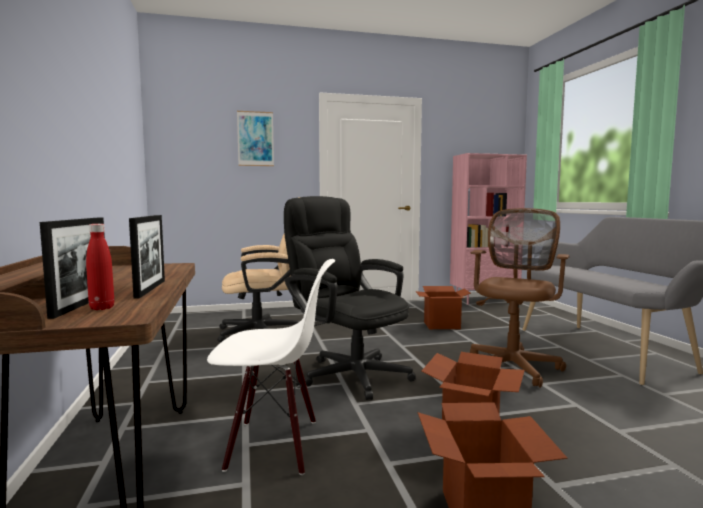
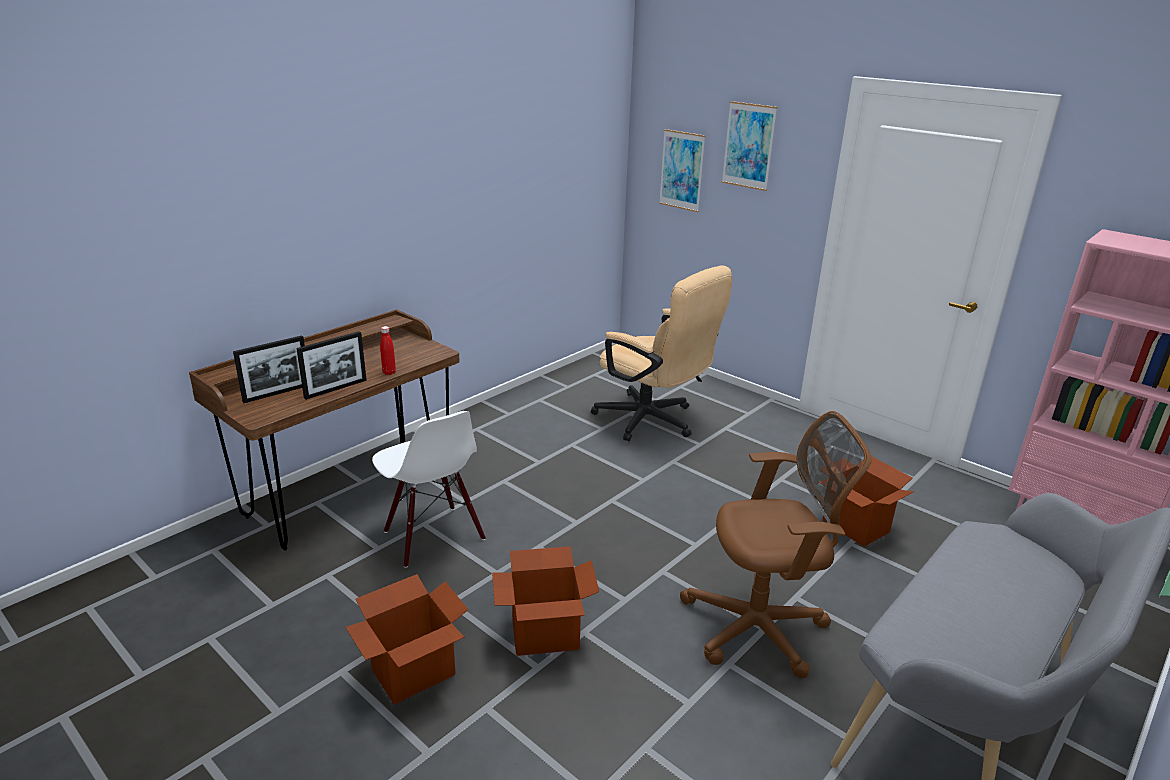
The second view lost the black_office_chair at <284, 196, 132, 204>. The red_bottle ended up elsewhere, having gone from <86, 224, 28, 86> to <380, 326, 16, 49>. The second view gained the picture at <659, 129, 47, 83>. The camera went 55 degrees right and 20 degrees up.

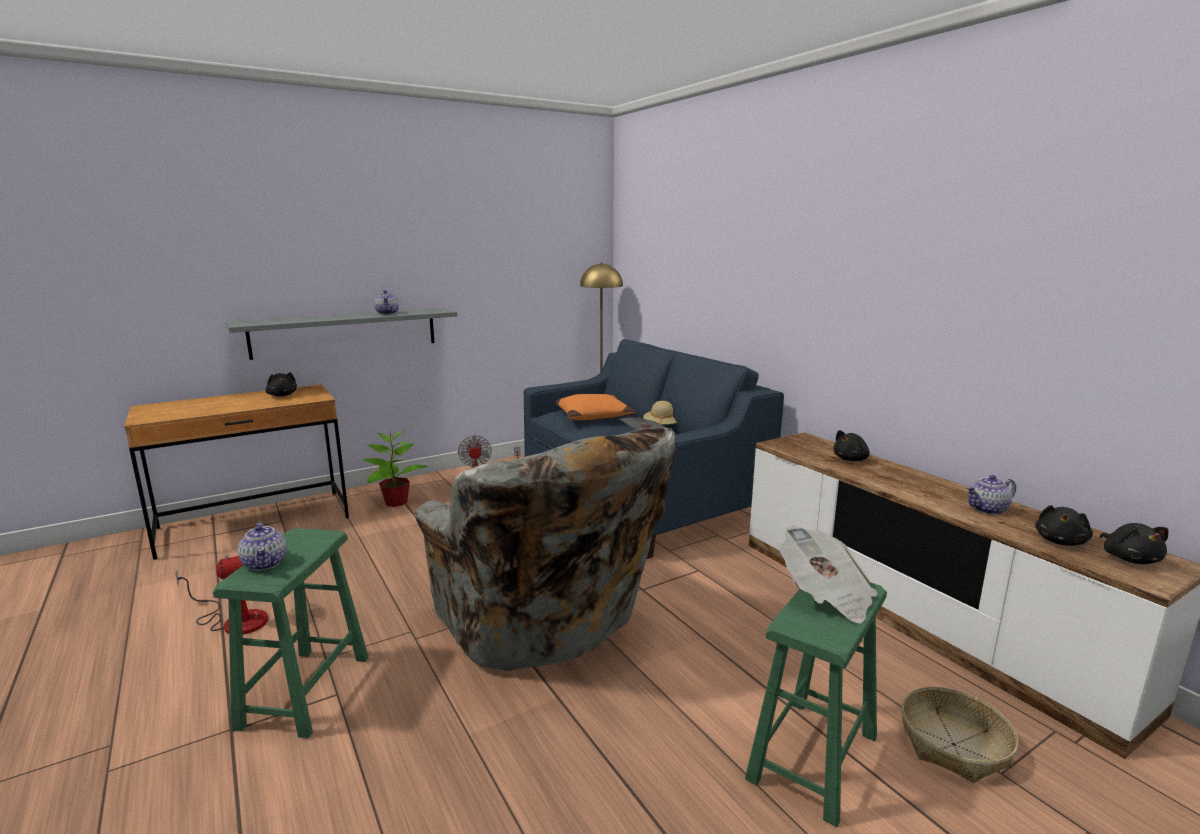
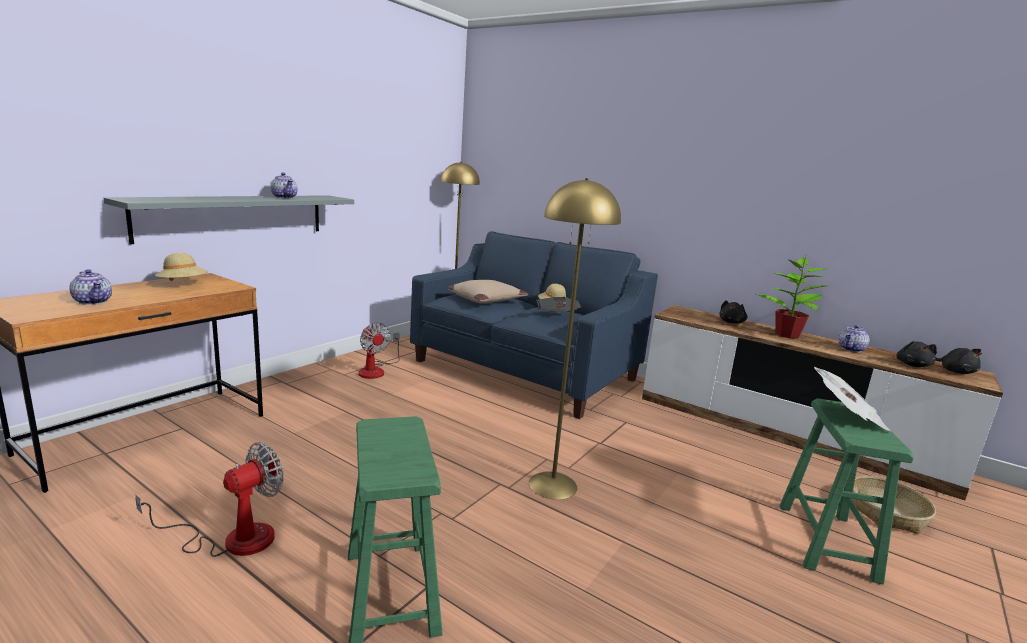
Where the black_plush_toy stood at <265, 372, 32, 25>, the beige_hat came to stand at <155, 253, 53, 28>. What was the orange_pillow at <556, 394, 80, 26> turned into the beige_pillow at <447, 280, 81, 24>. Where the grey_armchair stood at <414, 427, 262, 244>, the yellow_floor_lamp came to stand at <529, 178, 92, 322>. The potted_plant ended up elsewhere, having gone from <363, 431, 65, 76> to <756, 258, 71, 81>. The teapot ended up elsewhere, having gone from <238, 522, 49, 49> to <69, 269, 43, 36>. The camera went 25 degrees left and 0 degrees up.

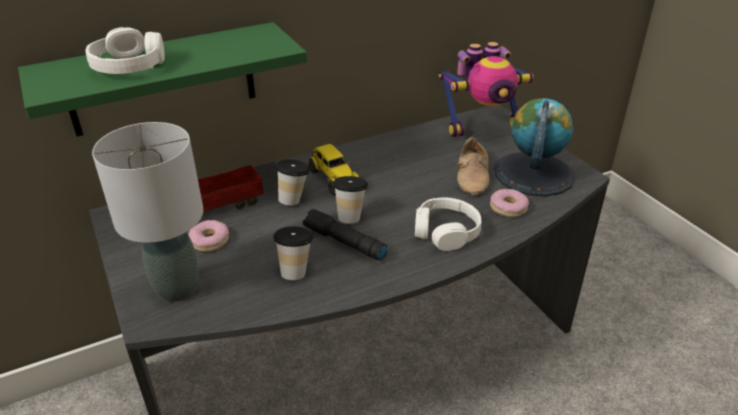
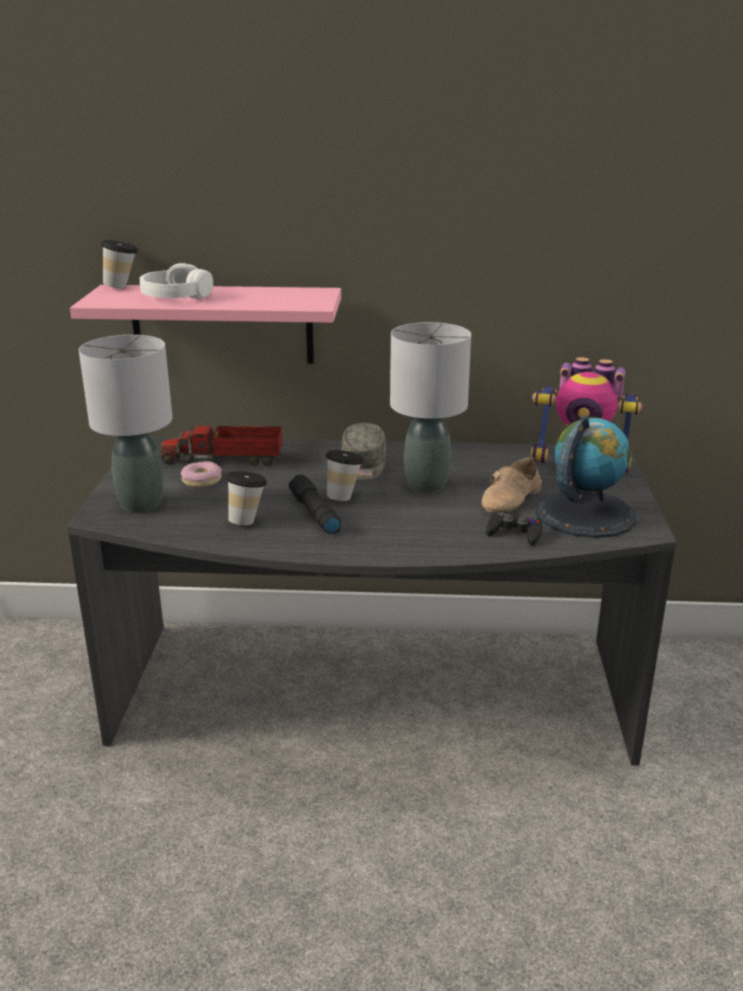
What was the green_shelf at <18, 22, 289, 115> turned into the pink_shelf at <70, 285, 271, 79>. Where the toy_truck stood at <309, 144, 50, 52>, the grey_cap came to stand at <342, 423, 44, 58>. The cup ended up elsewhere, having gone from <276, 159, 34, 46> to <101, 240, 37, 48>. Where the donut stood at <490, 189, 39, 28>, the black_game_controller came to stand at <486, 510, 56, 36>. The second view lost the white_headphones at <415, 198, 66, 53>. The second view gained the grey_table_lamp at <390, 322, 81, 171>. The camera went 30 degrees right and 10 degrees down.

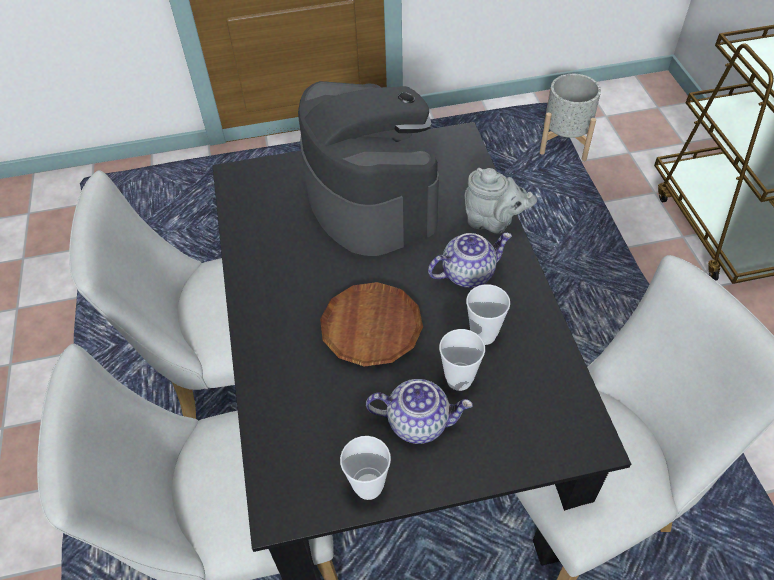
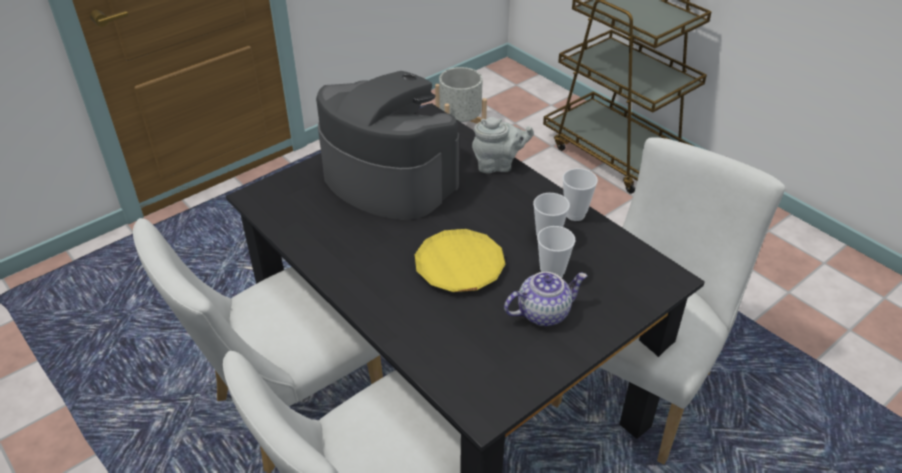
The second view lost the teapot at <428, 233, 84, 55>. What was the brown_plate at <320, 282, 103, 85> turned into the yellow_plate at <415, 229, 90, 63>. The cup ended up elsewhere, having gone from <340, 436, 51, 64> to <562, 168, 36, 53>. The camera went 30 degrees left and 10 degrees down.

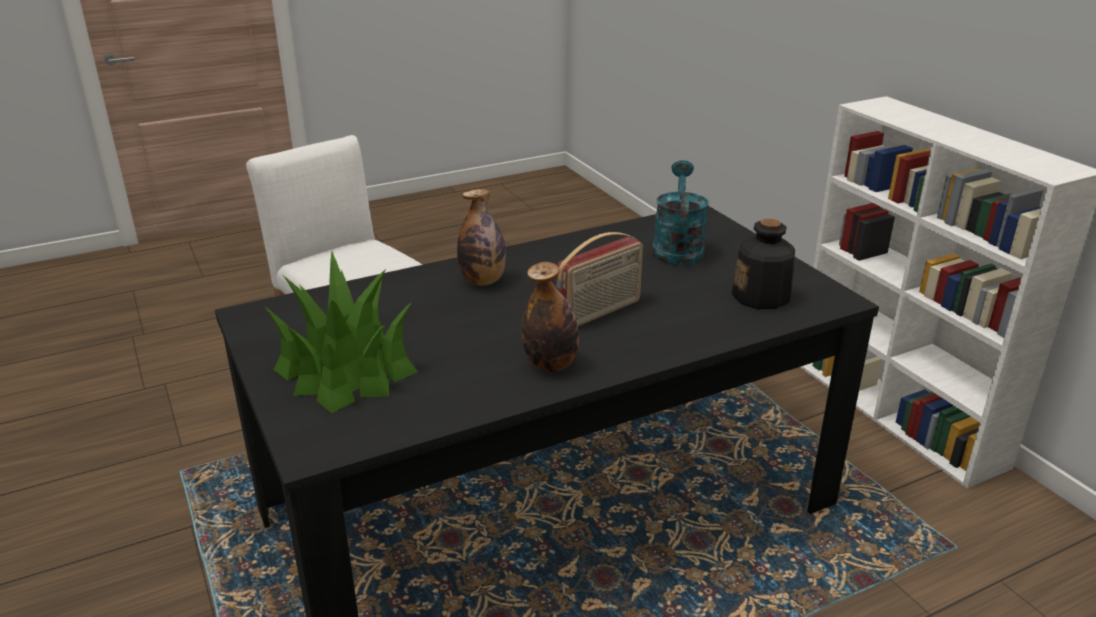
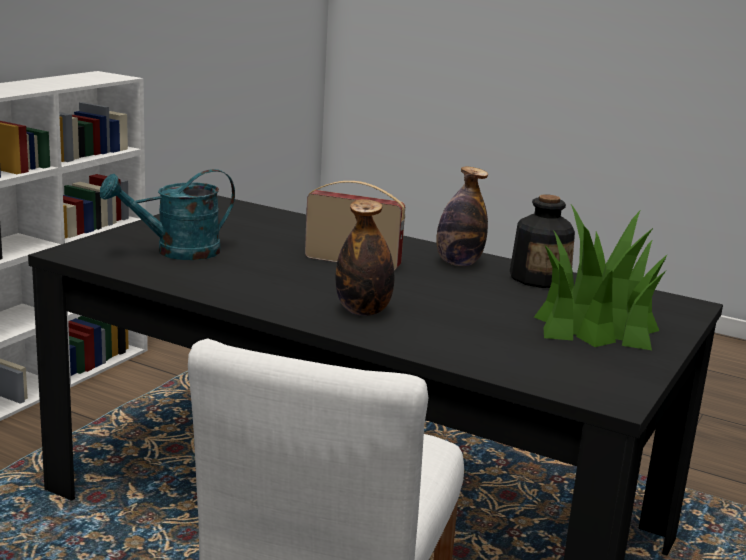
The bottle ended up elsewhere, having gone from <732, 218, 63, 91> to <510, 194, 65, 94>. The camera went 125 degrees left and 10 degrees down.

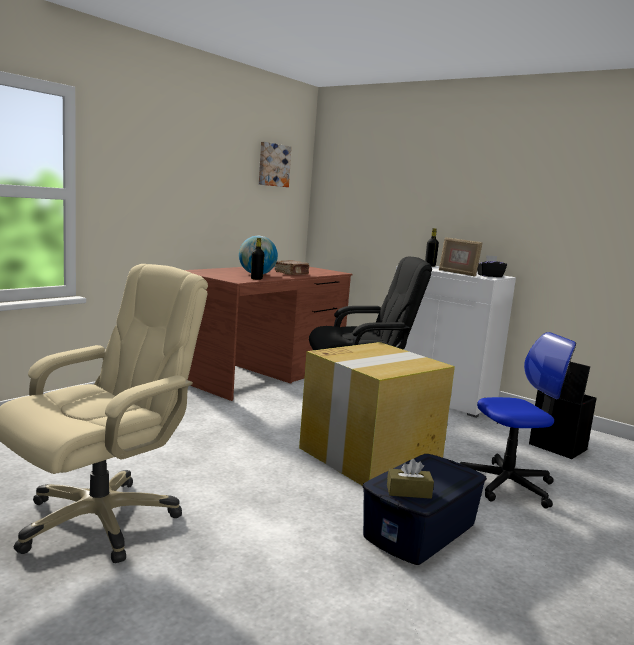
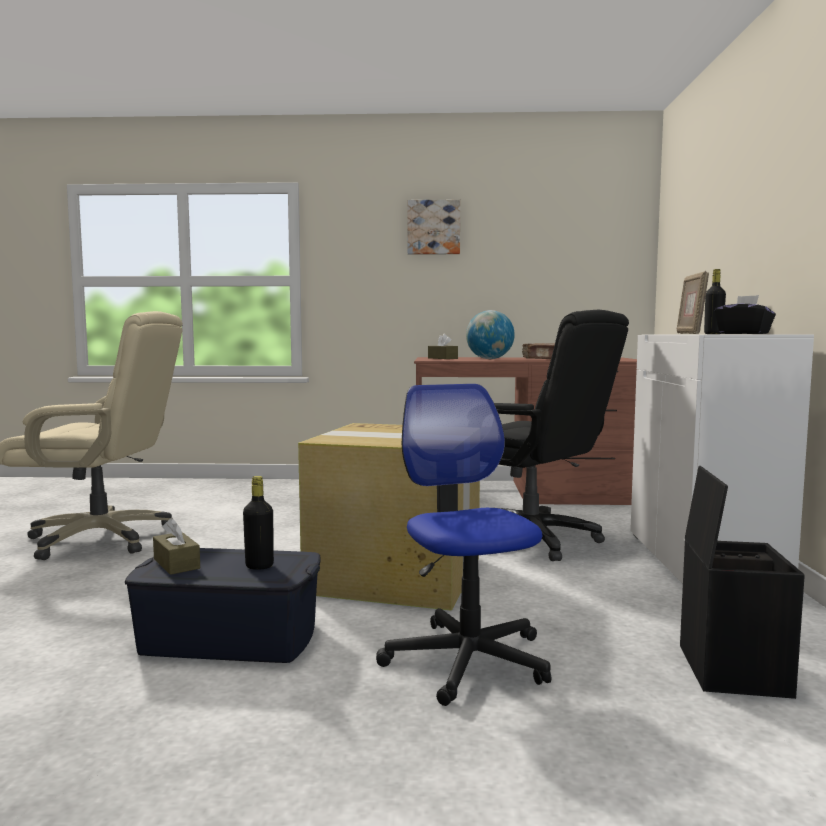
The picture ended up elsewhere, having gone from <259, 142, 33, 45> to <407, 200, 53, 55>. The black_bottle ended up elsewhere, having gone from <251, 238, 14, 42> to <243, 476, 31, 94>. The office_chair at <460, 332, 116, 177> ended up facing another way, 150 degrees counterclockwise from before. The second view gained the brown_tissue_box at <428, 334, 30, 25>. The camera went 55 degrees right and 5 degrees down.

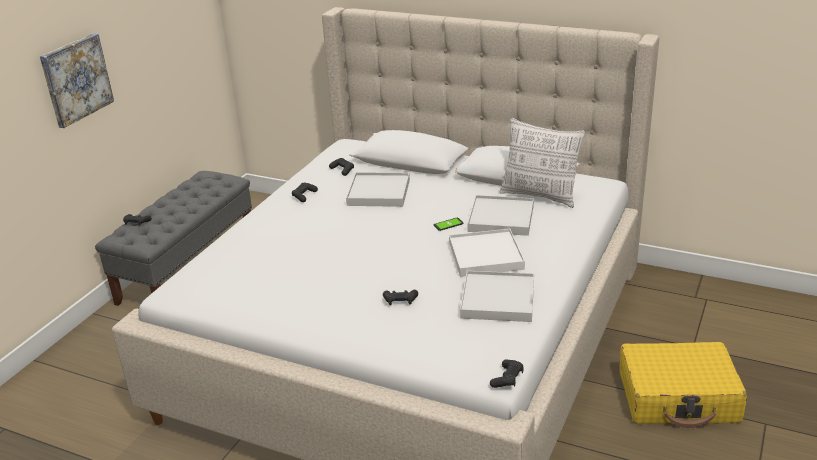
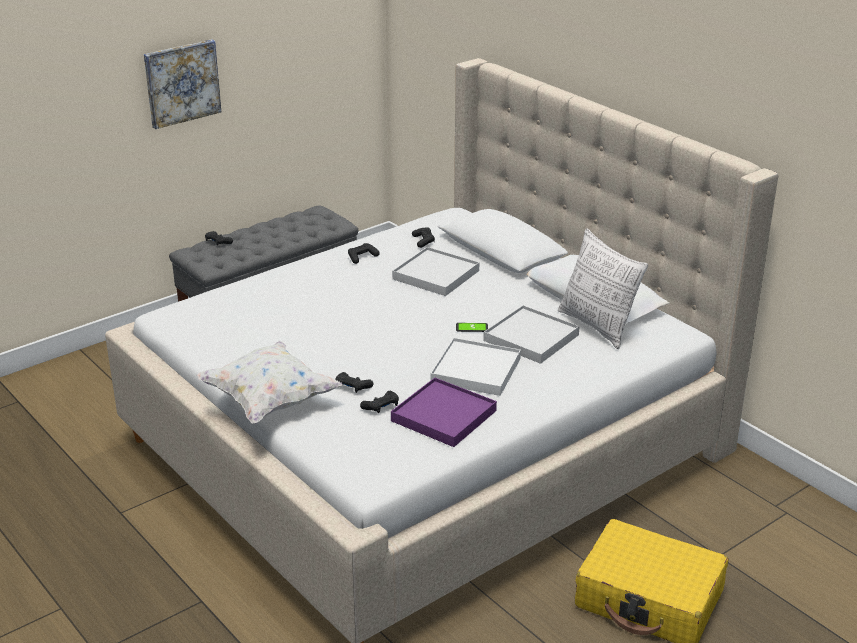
What was the white_tray at <460, 271, 74, 51> turned into the purple_tray at <391, 378, 106, 69>. The black_game_controller ended up elsewhere, having gone from <490, 360, 34, 28> to <360, 391, 39, 22>. The second view gained the white_pillow at <197, 341, 146, 84>. The camera went 25 degrees right and 0 degrees up.

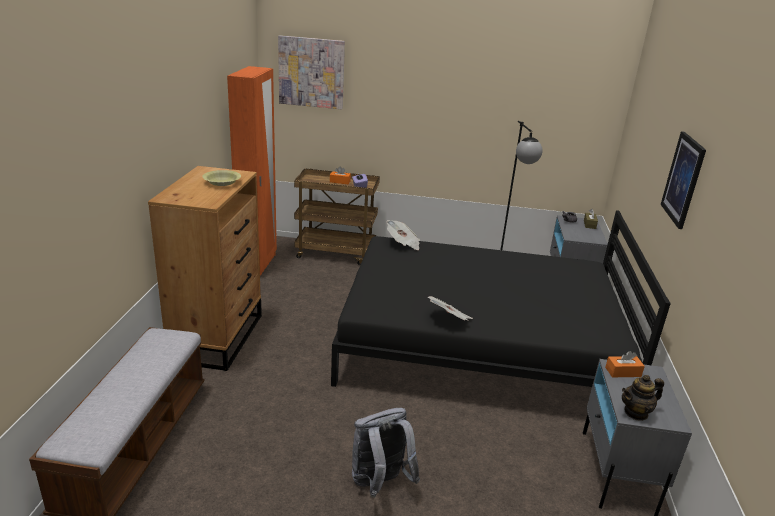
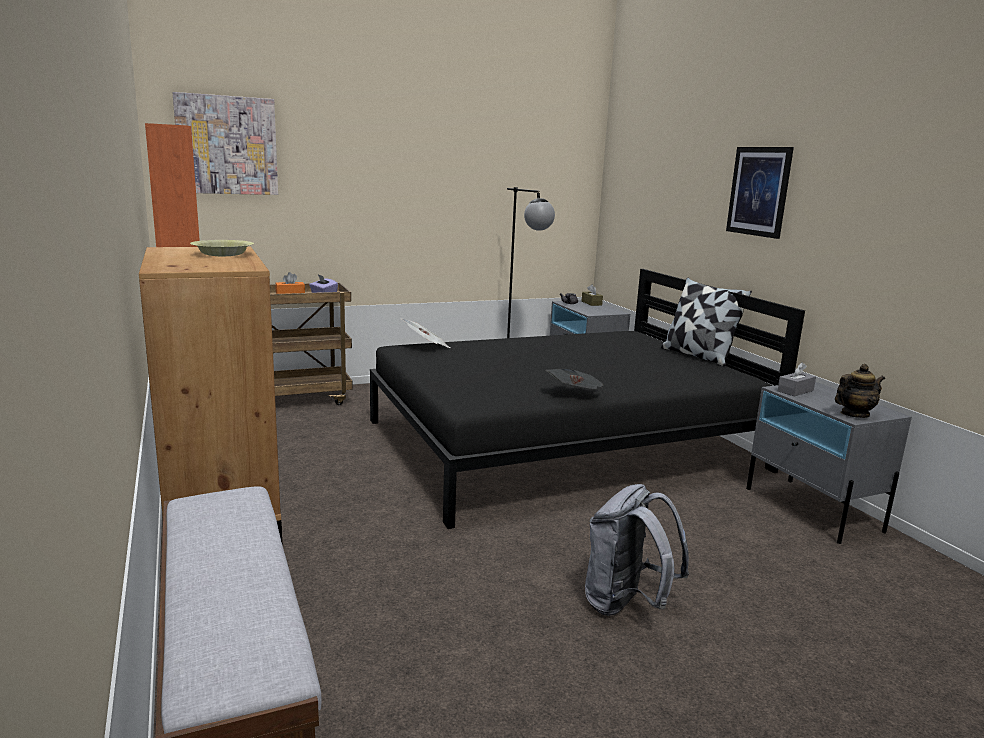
What was the orange_tissue_box at <605, 351, 40, 26> turned into the grey_tissue_box at <778, 362, 38, 35>. The teapot at <622, 375, 42, 46> ended up facing another way, 150 degrees counterclockwise from before. The second view gained the pillow at <661, 278, 91, 88>. The camera went 30 degrees left and 10 degrees down.

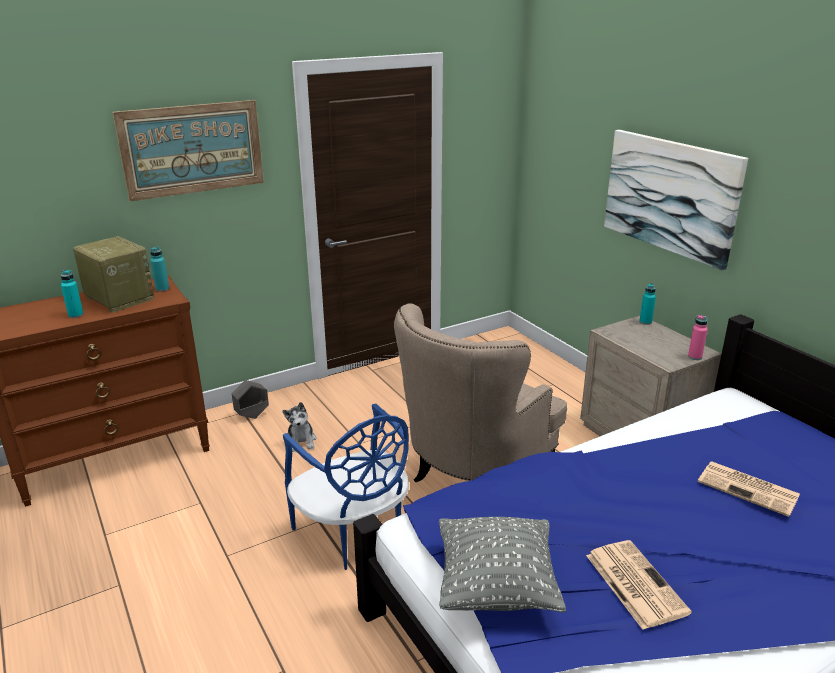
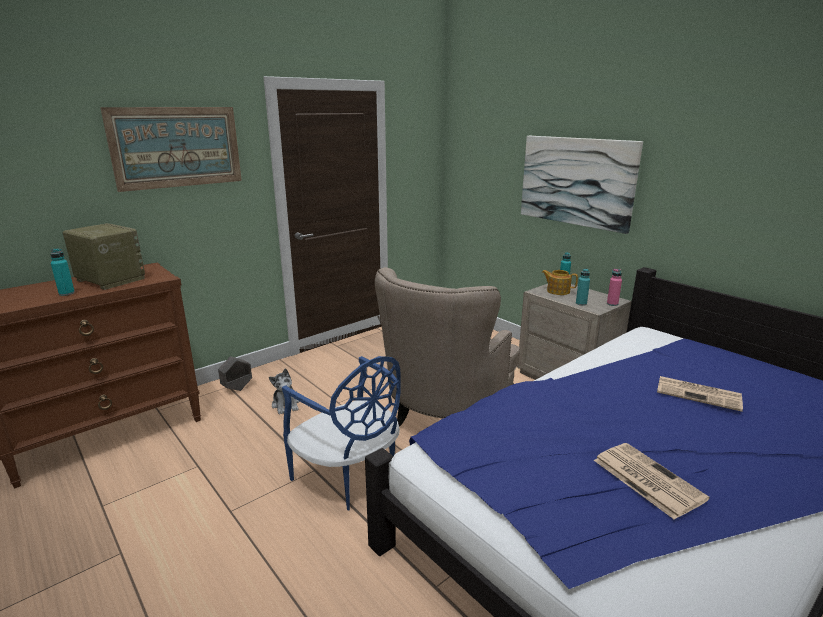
The turquoise_bottle ended up elsewhere, having gone from <150, 246, 19, 46> to <576, 268, 14, 38>. The second view lost the grey_pillow at <439, 517, 127, 96>. The second view gained the teapot at <542, 270, 36, 25>. The camera went 10 degrees left and 5 degrees down.

